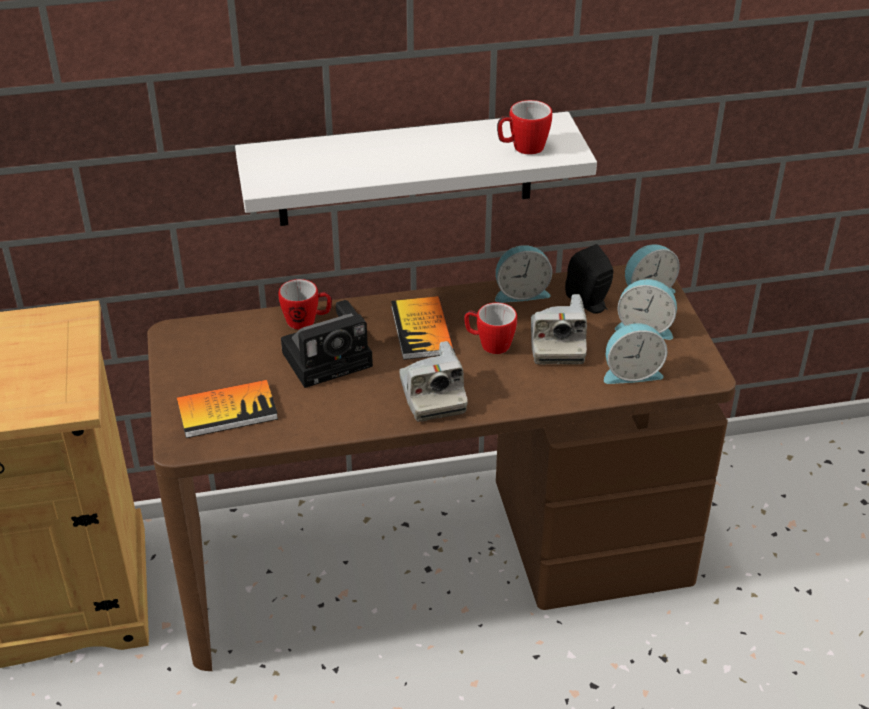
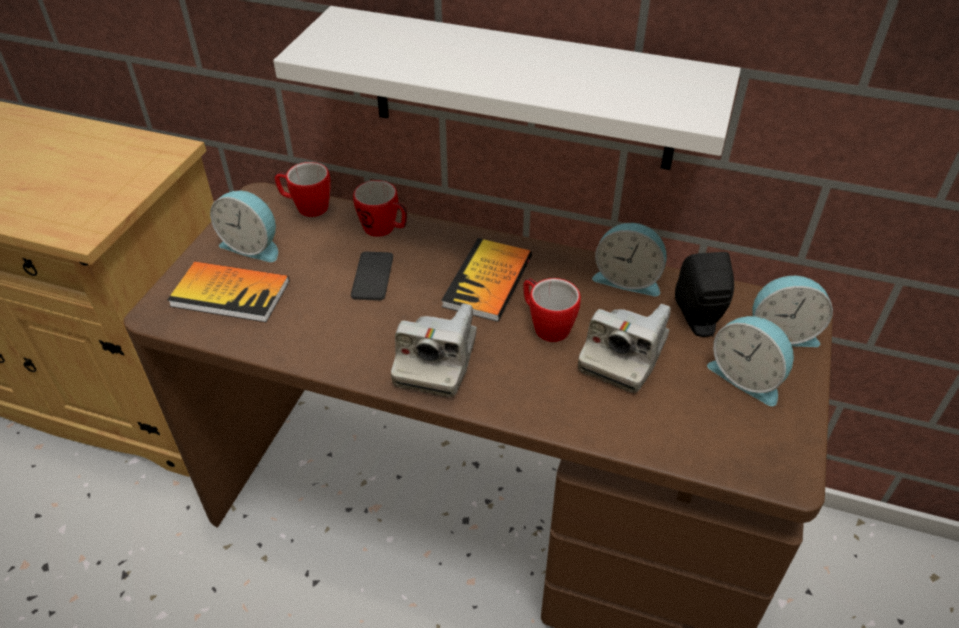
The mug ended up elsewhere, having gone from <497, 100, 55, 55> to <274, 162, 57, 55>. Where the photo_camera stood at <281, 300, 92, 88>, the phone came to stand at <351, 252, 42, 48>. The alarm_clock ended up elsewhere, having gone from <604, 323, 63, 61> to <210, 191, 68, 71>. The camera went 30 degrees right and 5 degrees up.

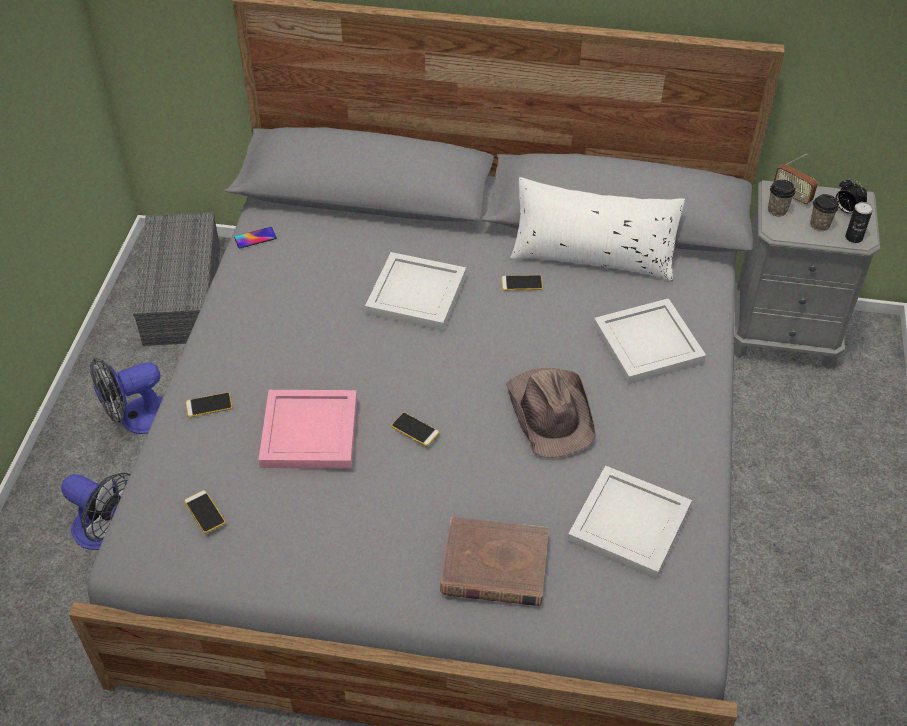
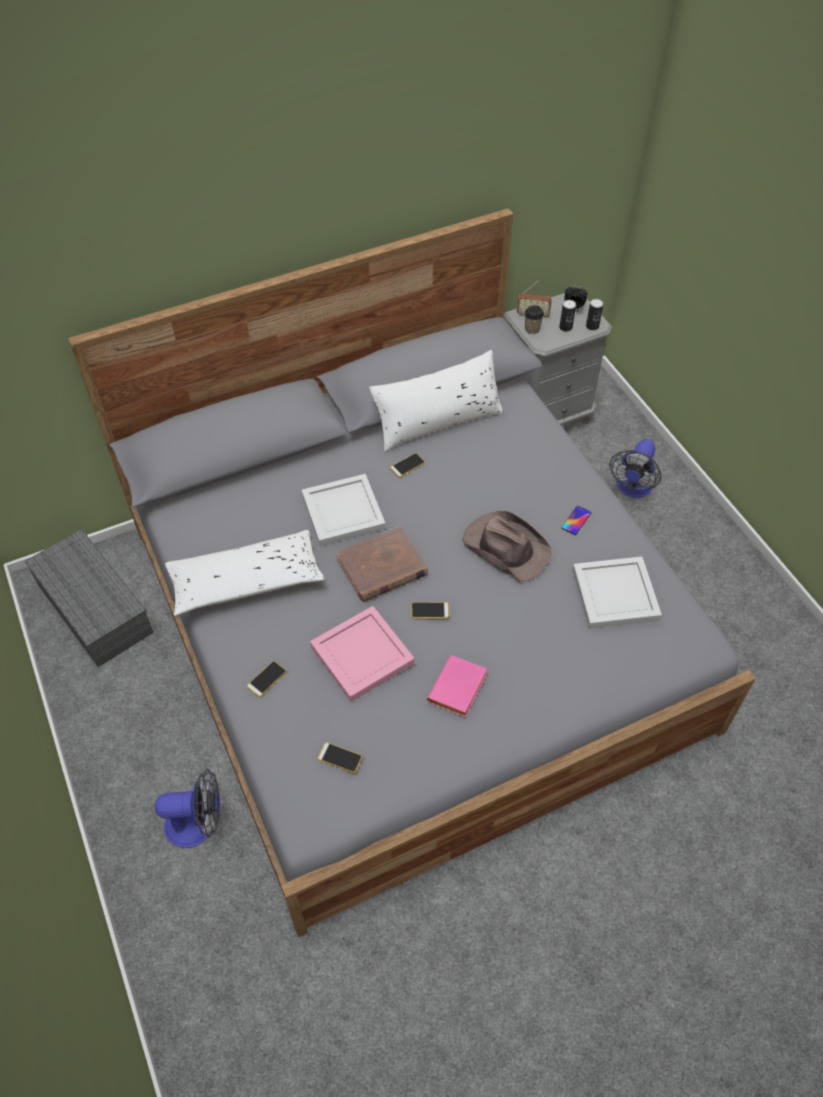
Where the cup stood at <810, 194, 29, 37>, the can came to stand at <559, 300, 17, 32>. The phone ended up elsewhere, having gone from <234, 227, 43, 21> to <562, 506, 29, 29>. The second view lost the white_tray at <593, 298, 113, 87>. The fan ended up elsewhere, having gone from <90, 358, 73, 76> to <609, 439, 52, 58>. The brown_book ended up elsewhere, having gone from <440, 517, 109, 89> to <336, 526, 92, 75>. The second view gained the white_pillow at <165, 530, 160, 86>. The second view gained the pink_book at <427, 655, 60, 62>. The camera went 35 degrees left and 5 degrees up.

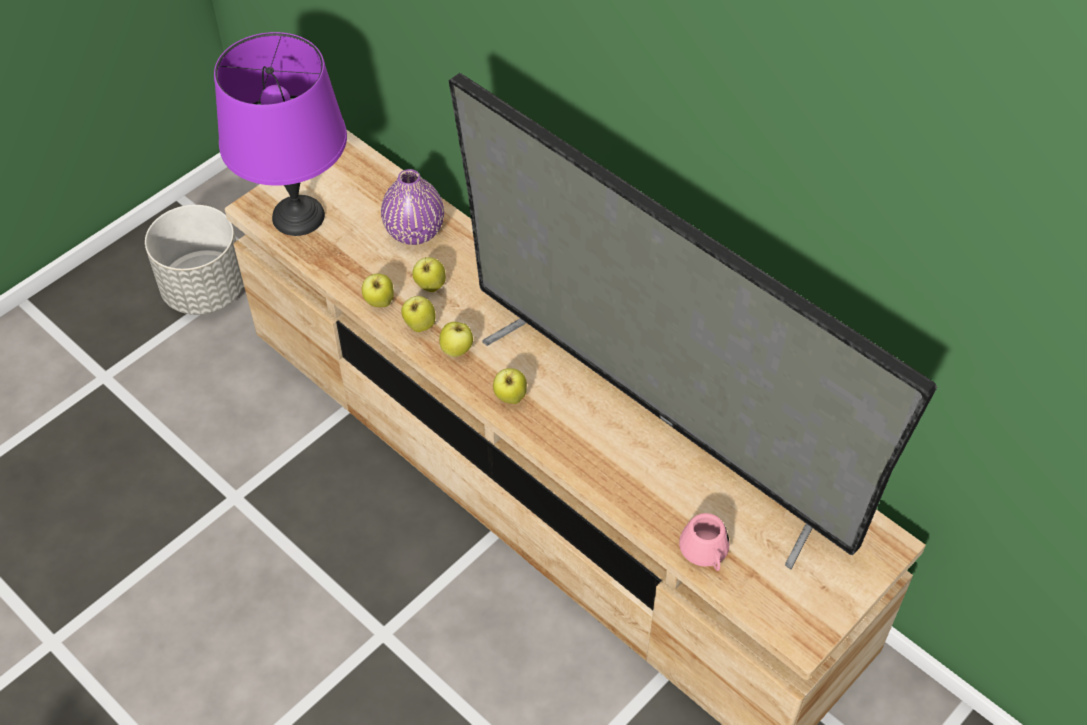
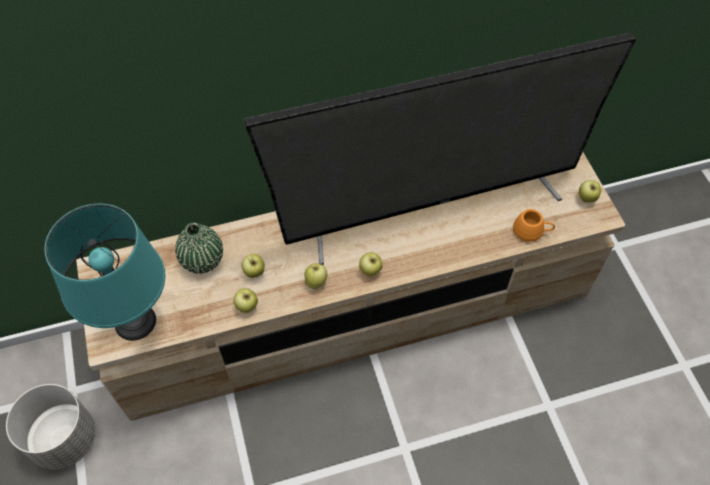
What was the purple_table_lamp at <214, 32, 133, 204> turned into the turquoise_table_lamp at <45, 204, 120, 137>. What was the purple_vase at <381, 169, 63, 76> turned into the green_vase at <175, 222, 48, 51>. The apple ended up elsewhere, having gone from <401, 296, 35, 36> to <579, 180, 22, 23>. What was the pink_mug at <679, 513, 51, 58> turned into the orange_mug at <513, 209, 42, 33>. The camera went 60 degrees left and 5 degrees up.

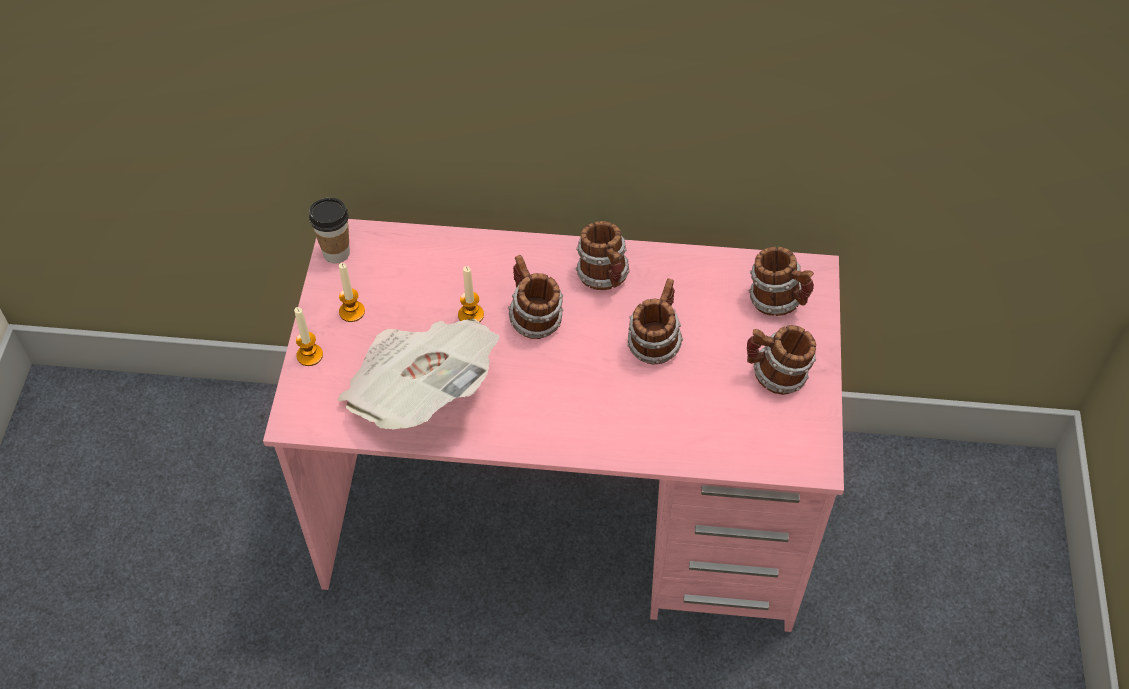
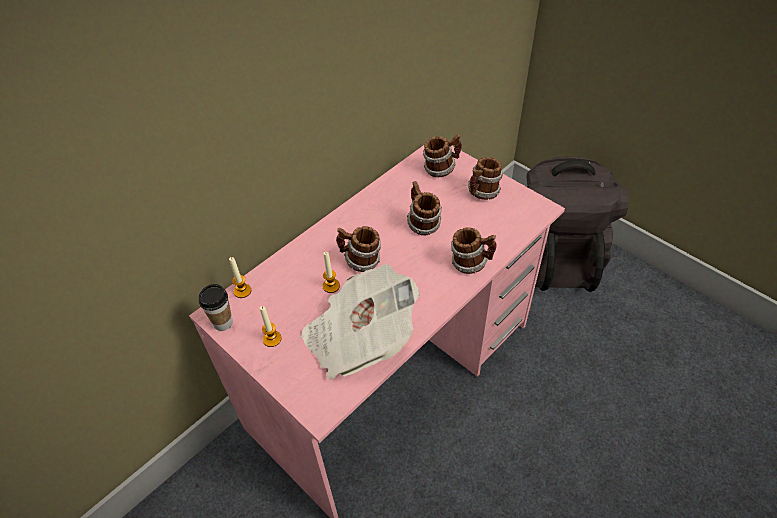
The mug ended up elsewhere, having gone from <576, 221, 53, 69> to <451, 227, 46, 47>. The candle ended up elsewhere, having gone from <294, 307, 29, 59> to <229, 257, 22, 41>. The second view gained the black_backpack at <527, 156, 102, 136>. The camera went 50 degrees left and 5 degrees down.

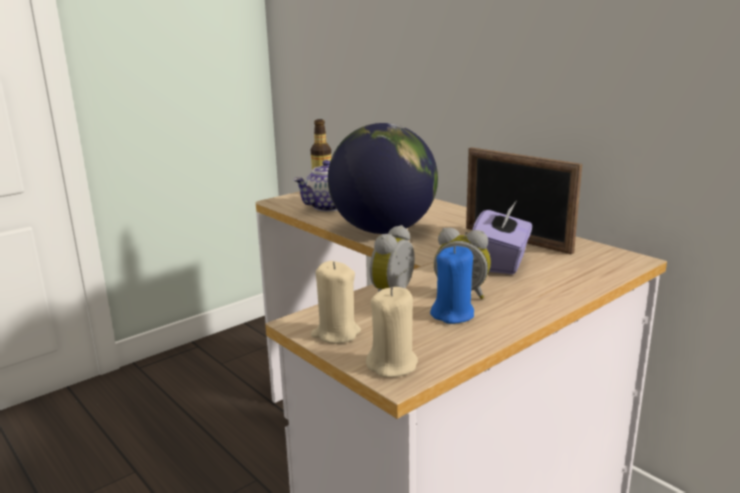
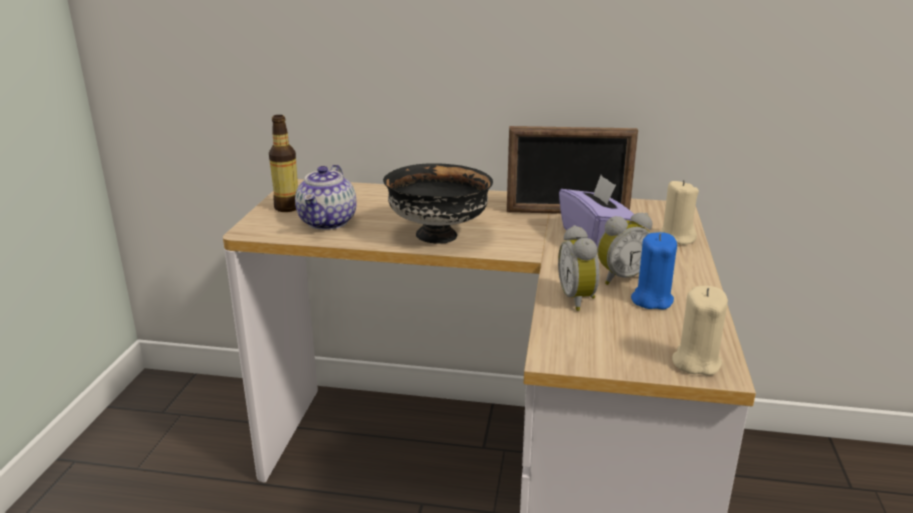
Where the globe stood at <328, 123, 110, 111>, the black_bowl came to stand at <383, 163, 110, 80>. The beige_candle ended up elsewhere, having gone from <311, 261, 50, 83> to <659, 180, 40, 65>. The camera went 40 degrees left and 5 degrees up.

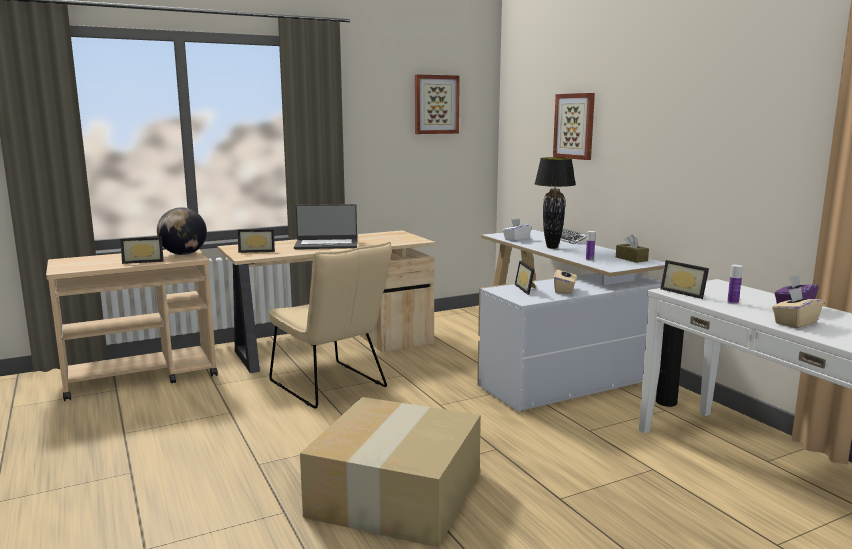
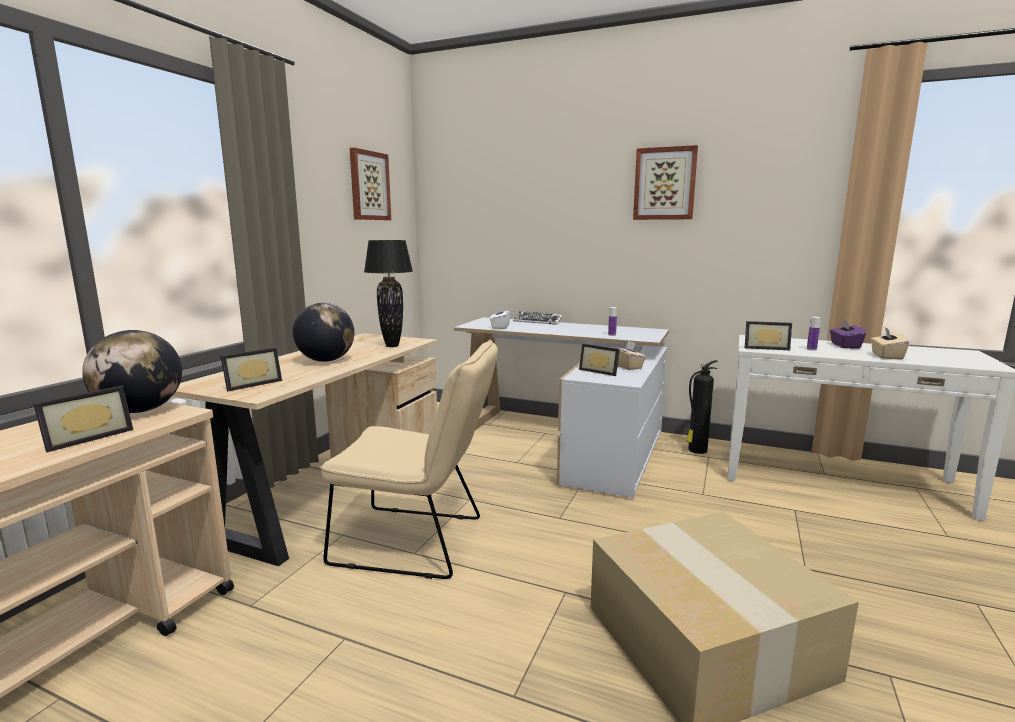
The picture ended up elsewhere, having gone from <553, 93, 42, 67> to <633, 145, 65, 75>. The black_table_lamp ended up elsewhere, having gone from <535, 157, 41, 92> to <364, 240, 49, 107>. Where the laptop stood at <294, 204, 63, 45>, the globe came to stand at <293, 303, 61, 59>. The second view lost the brown_tissue_box at <616, 234, 33, 29>. The camera went 40 degrees left and 0 degrees up.

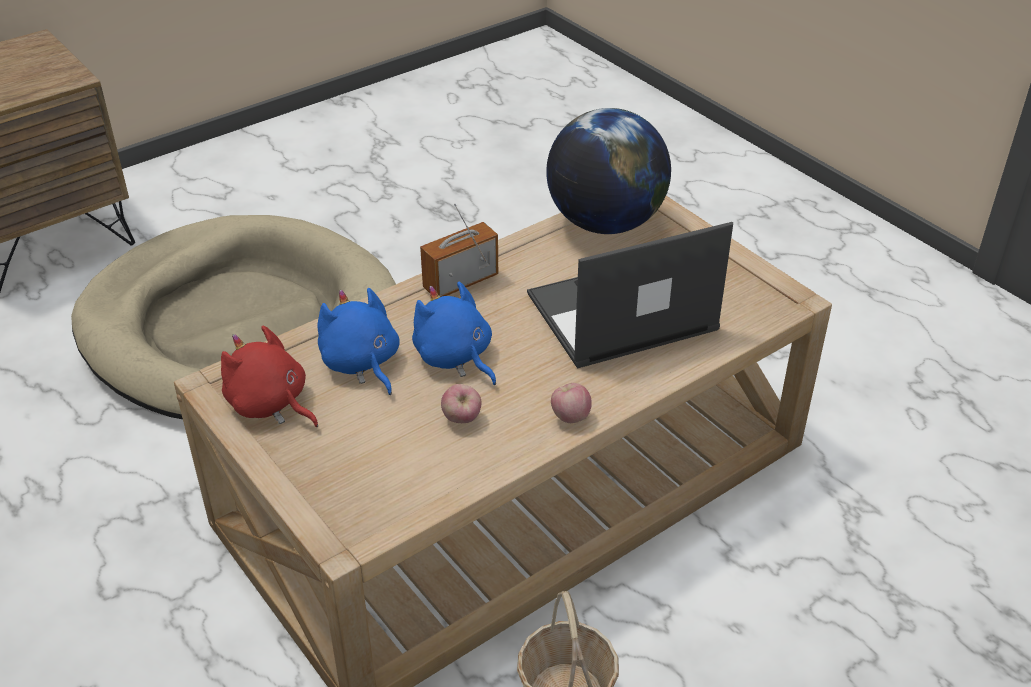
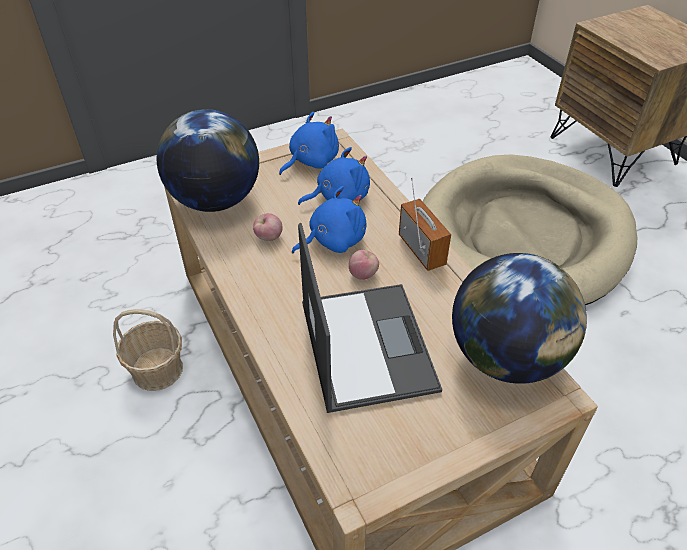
What was the red_plush_toy at <221, 326, 97, 101> turned into the blue_plush_toy at <279, 111, 60, 64>. The apple ended up elsewhere, having gone from <551, 383, 41, 40> to <349, 250, 30, 30>. The second view gained the globe at <157, 109, 102, 103>. The camera went 100 degrees right and 5 degrees up.

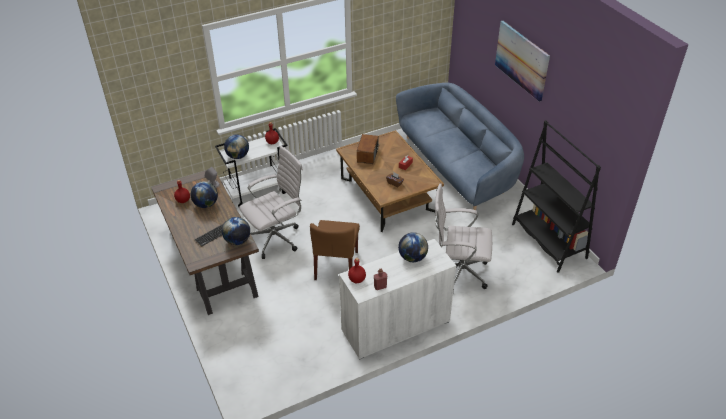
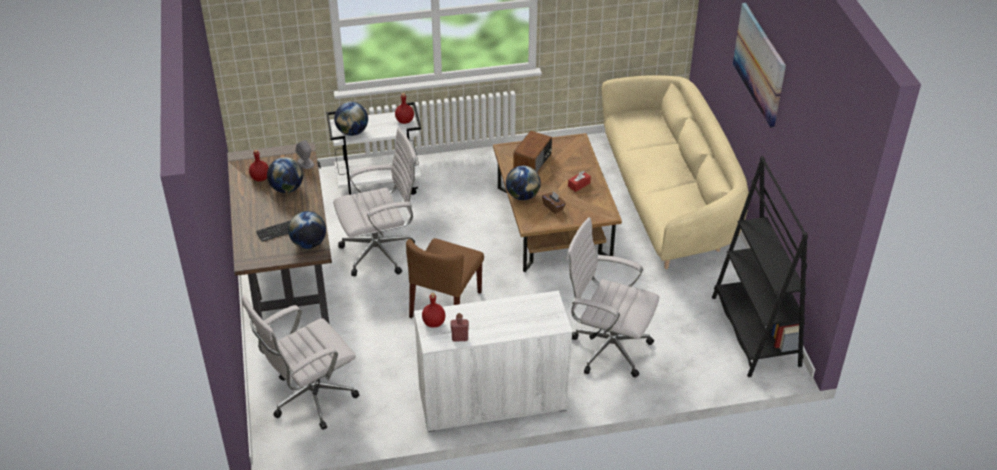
What was the blue_sofa at <396, 83, 128, 127> turned into the beige_sofa at <602, 75, 147, 194>. The globe ended up elsewhere, having gone from <398, 232, 30, 30> to <506, 166, 35, 34>. The second view gained the white_office_chair at <242, 296, 118, 134>. The camera went 15 degrees right and 0 degrees up.

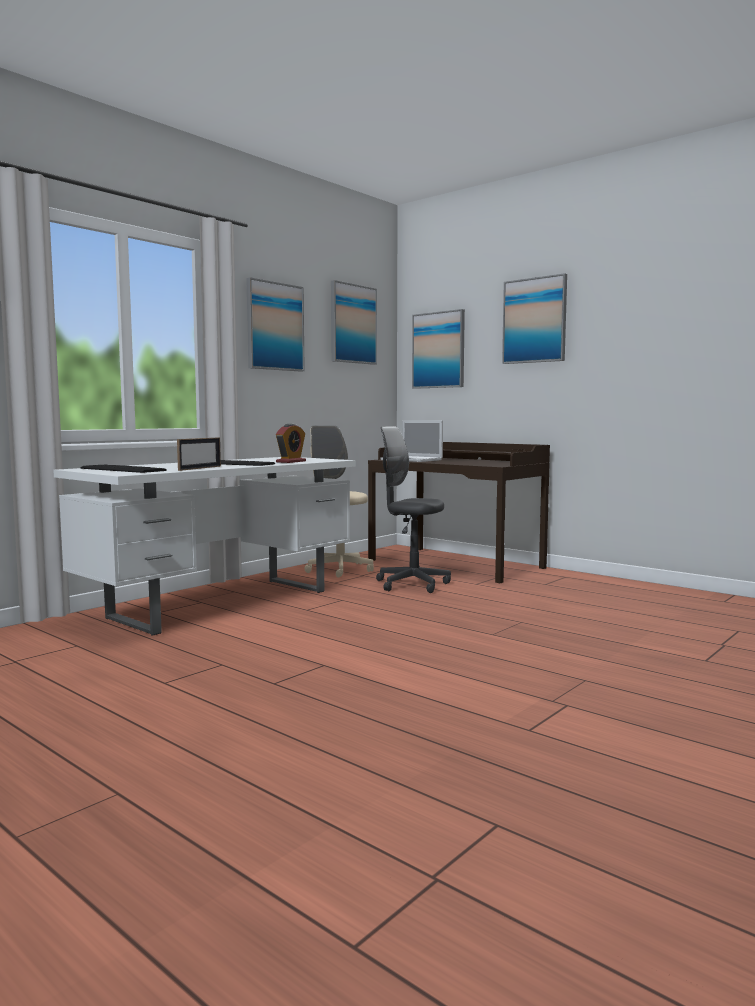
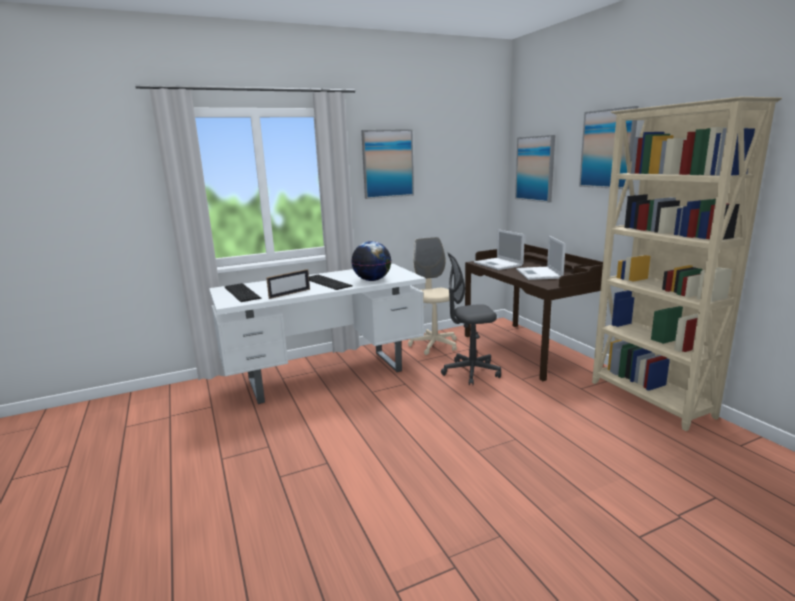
The second view lost the picture at <331, 280, 46, 85>. Where the alarm_clock stood at <276, 424, 30, 39>, the globe came to stand at <351, 241, 40, 40>. The grey_office_chair at <376, 426, 75, 167> ended up facing another way, 60 degrees counterclockwise from before. The second view gained the beige_bookcase at <592, 97, 190, 334>. The second view gained the laptop at <516, 236, 50, 44>. The camera went 25 degrees right and 10 degrees up.

